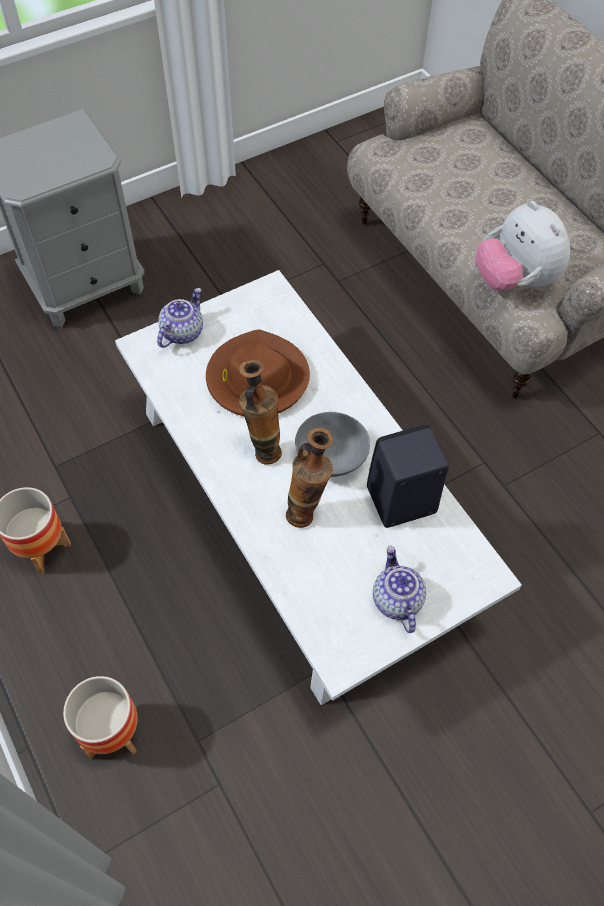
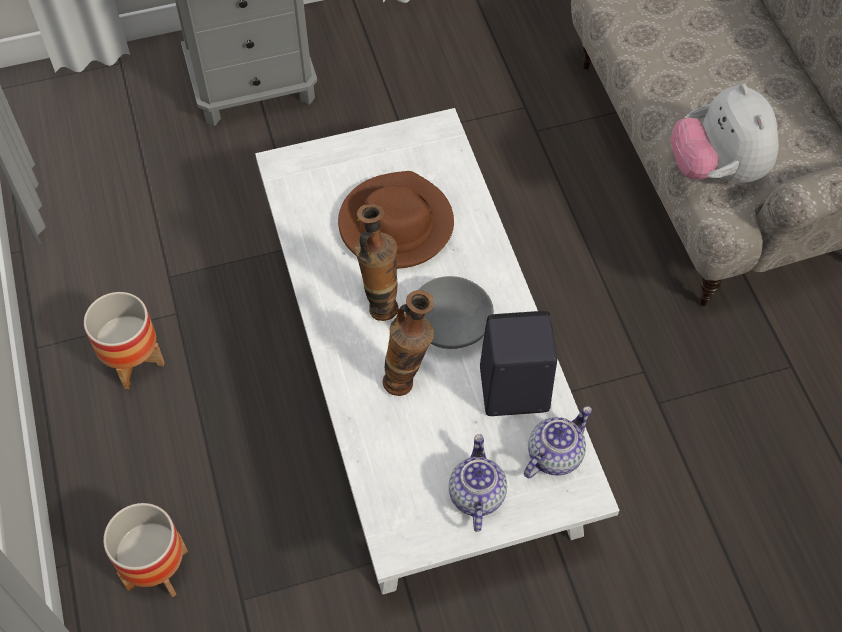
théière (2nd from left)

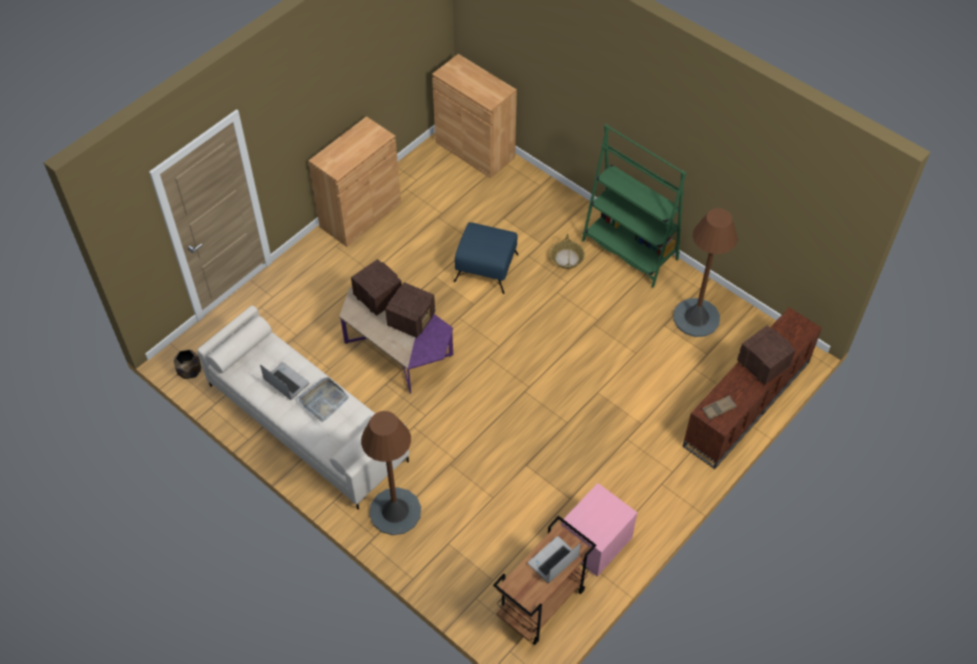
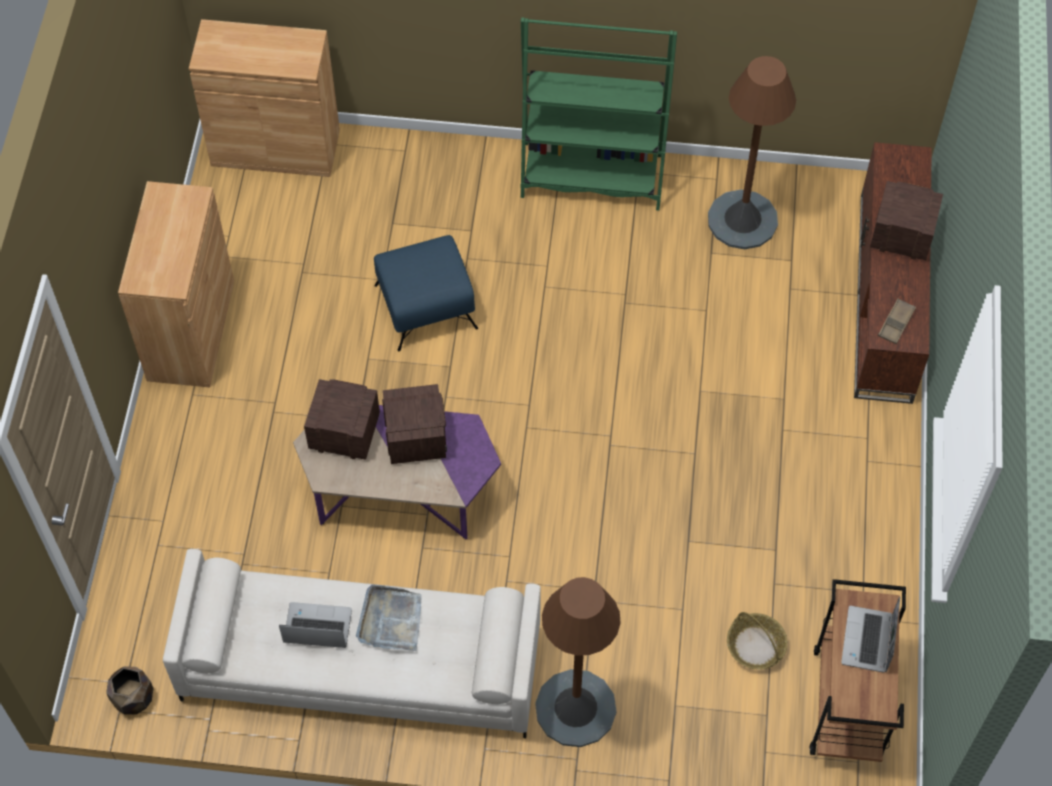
panier
table de chevet [rose]

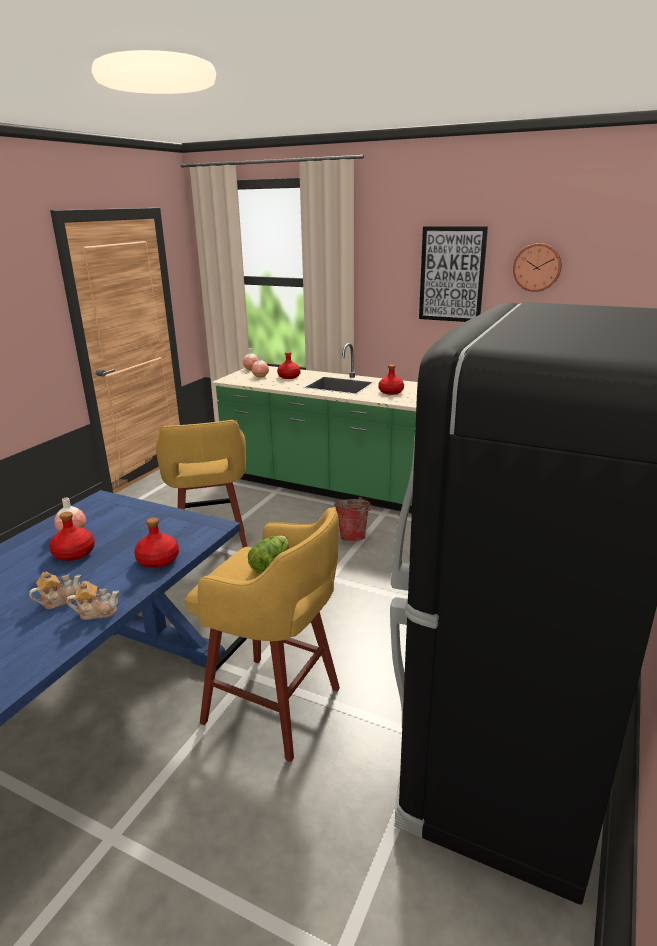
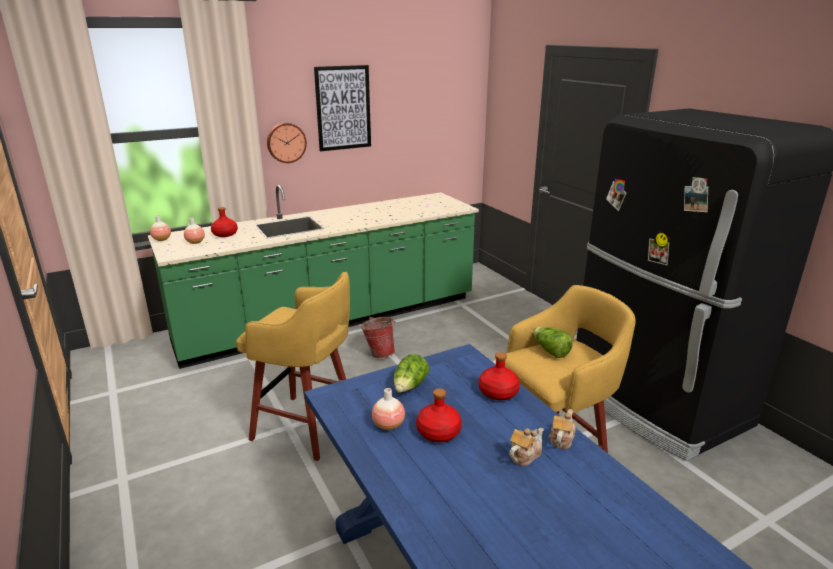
horloge murale
bouteille [rouge] (4th from left in the first image)
théière (1st from left)
laitue (1st from left)

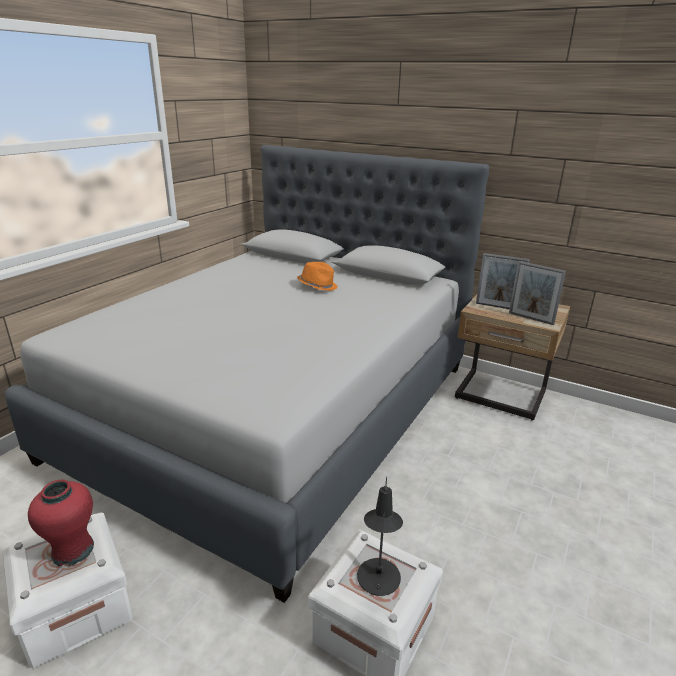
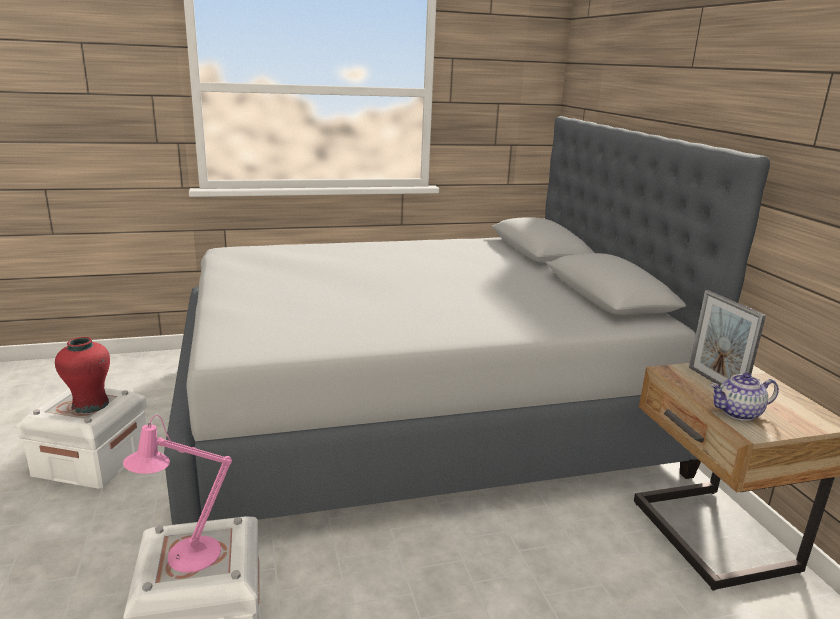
théière
chapeau [orange]
lampe de table [rose]

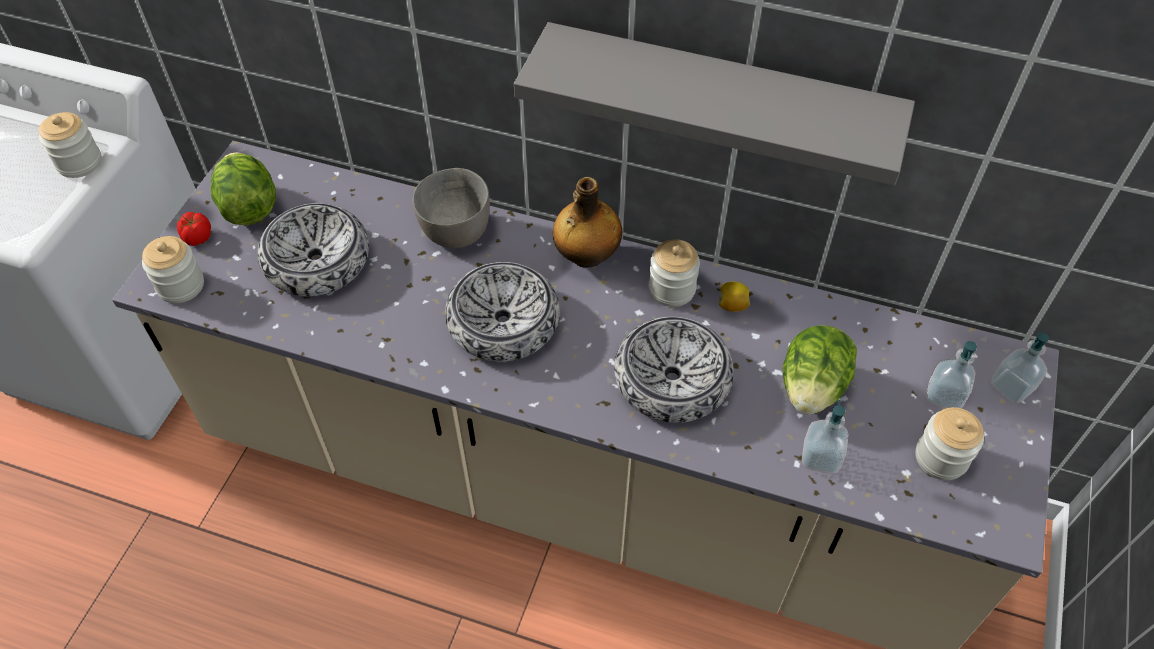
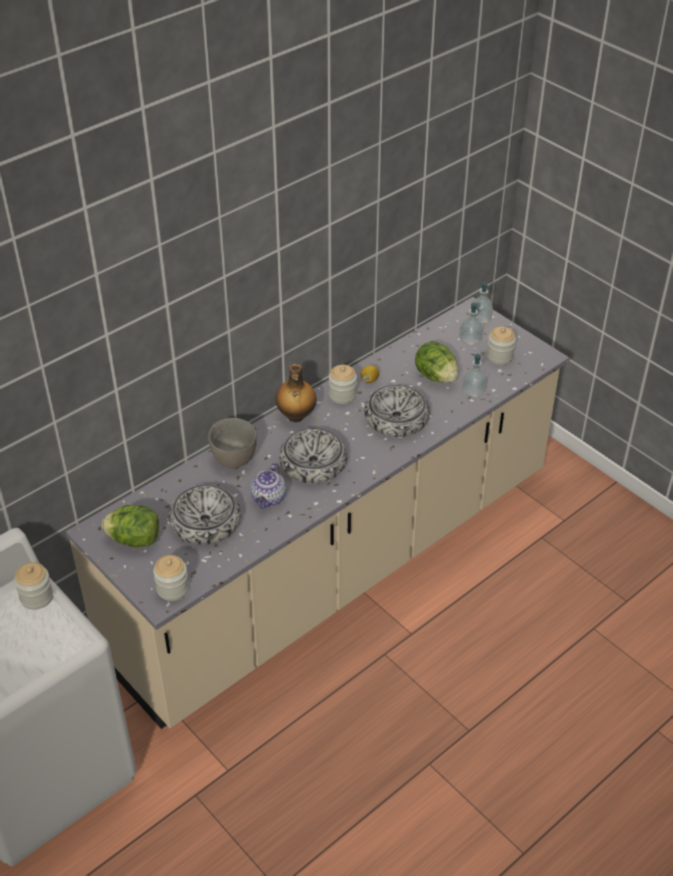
étagère [gris]
tomate
théière

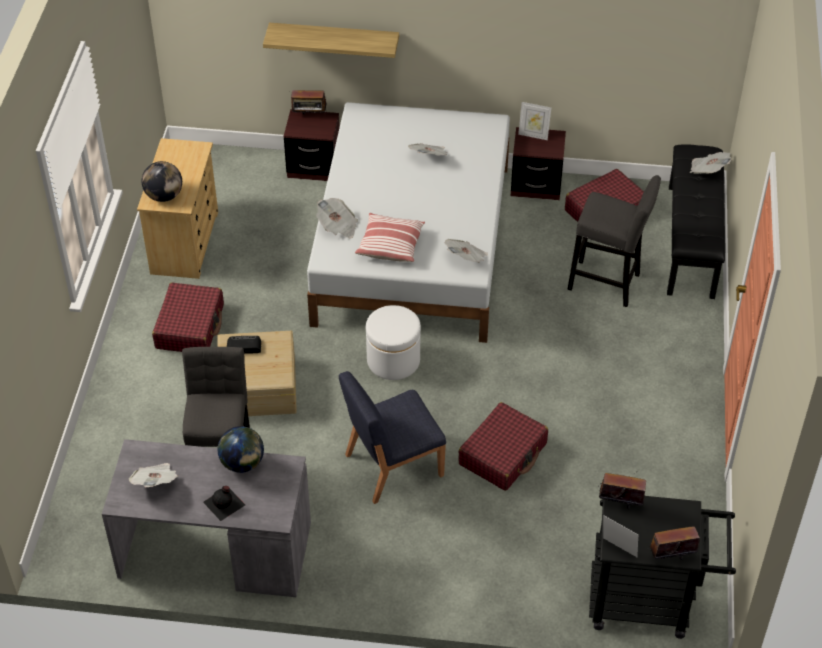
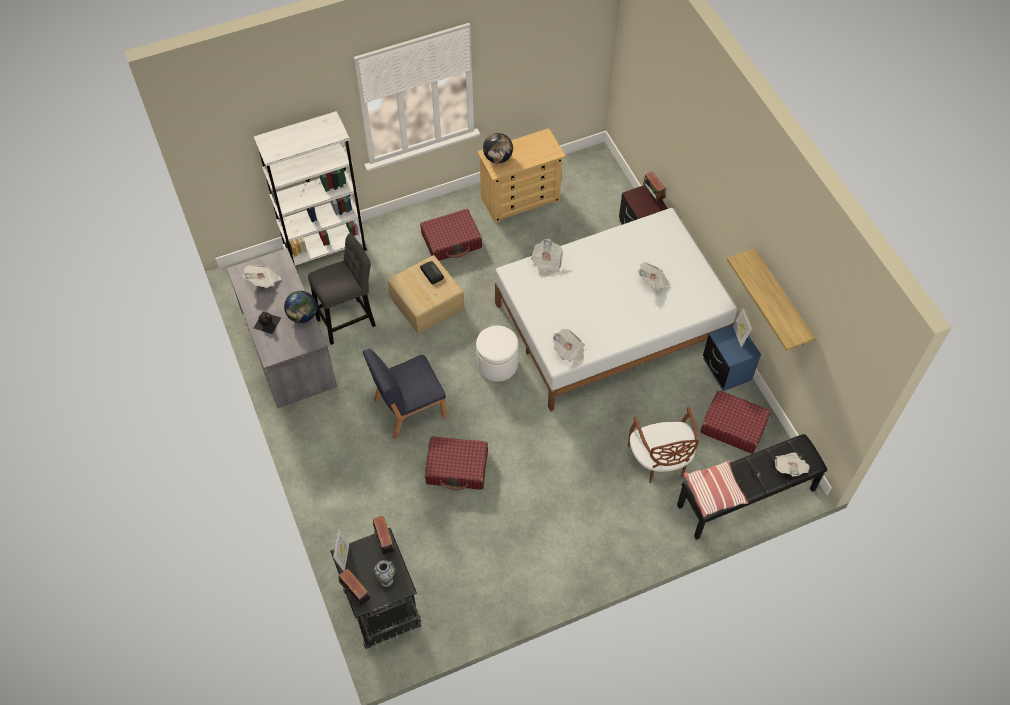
étagère
table de chevet [bleu]
chaise [marron]
coussin
chaise [bleu]
bibliothèque [blanc]
vase

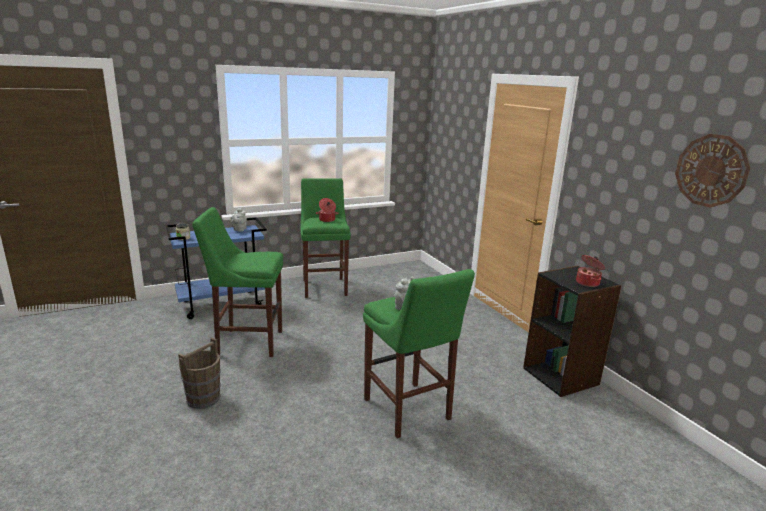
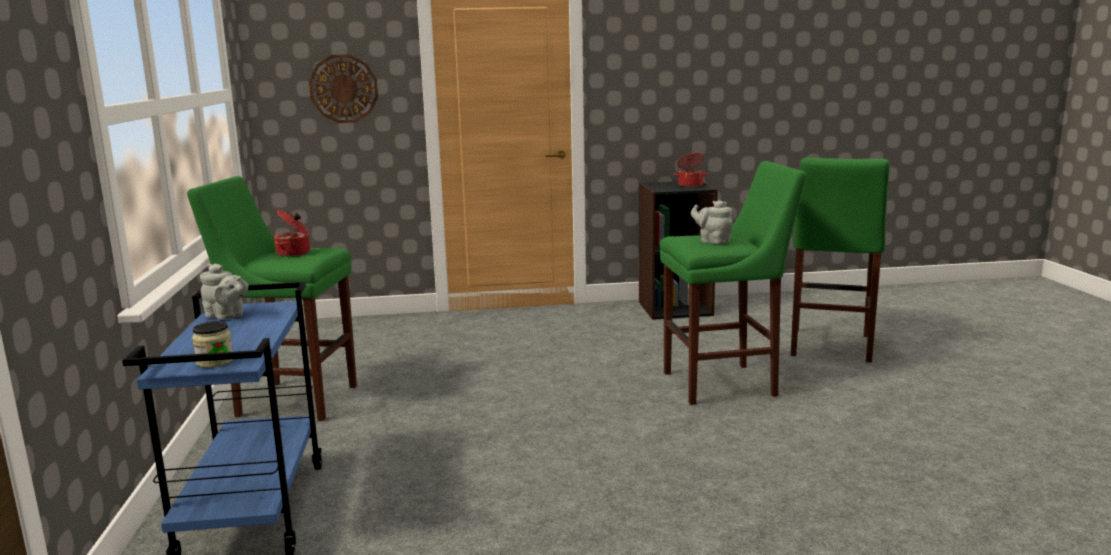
horloge murale
tabouret [vert] (3rd from left)
seau [marron]

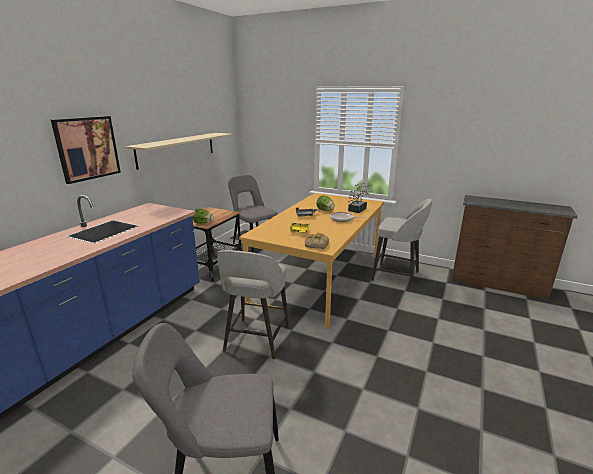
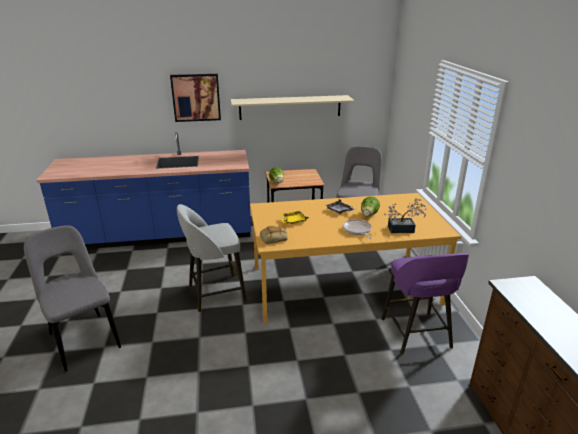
tabouret [violet]

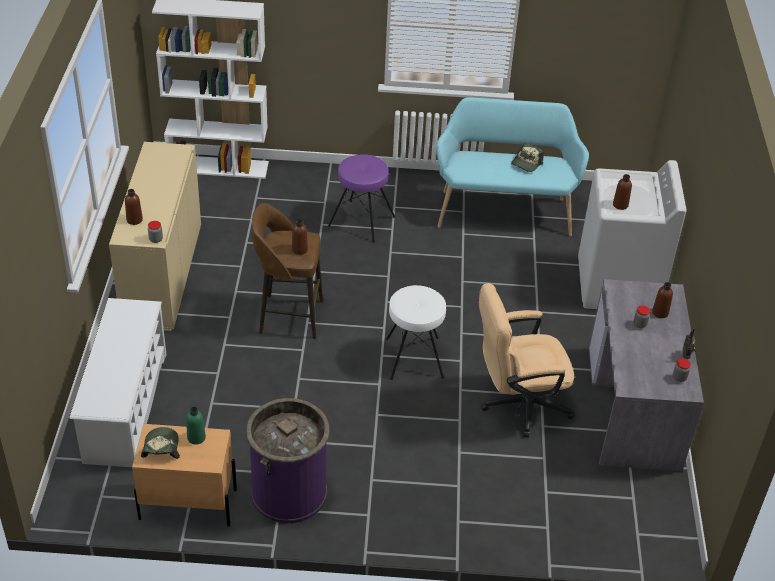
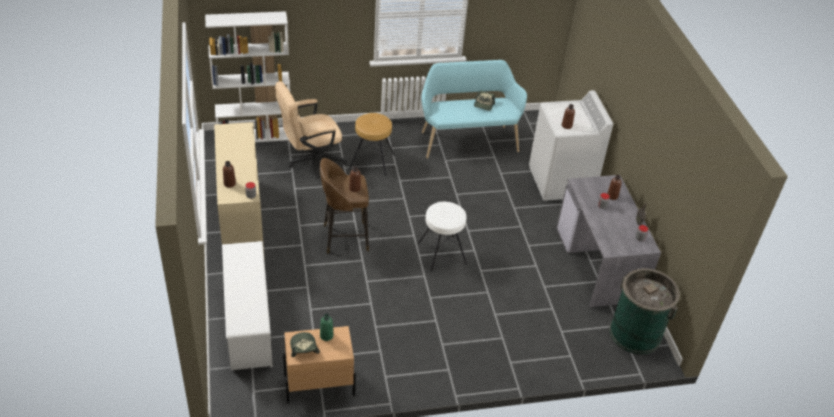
tabouret [marron] (2nd from left)
chaise de bureau [beige]
poubelle [violet]
poubelle [vert]

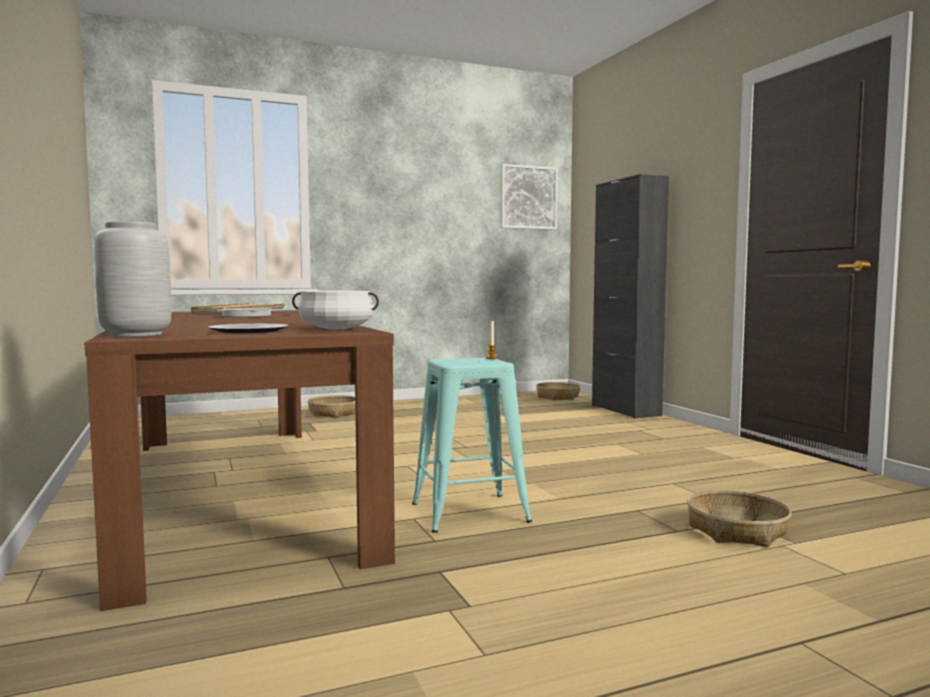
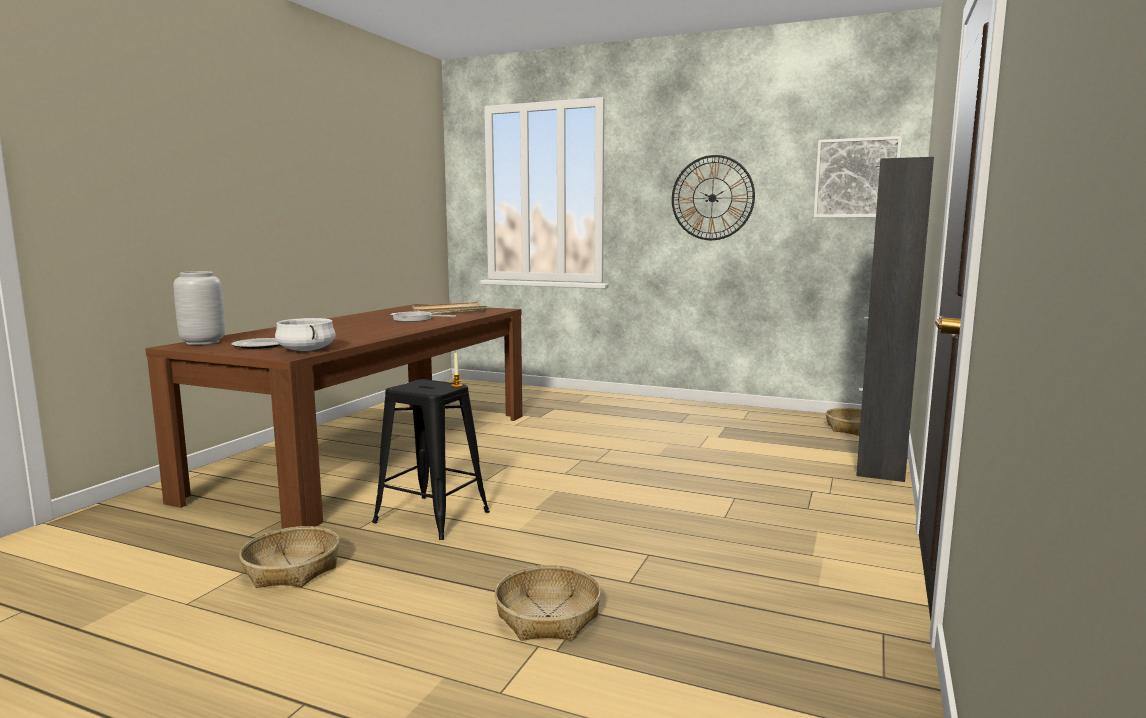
tabouret [noir]
panier (1st from left)
horloge murale

